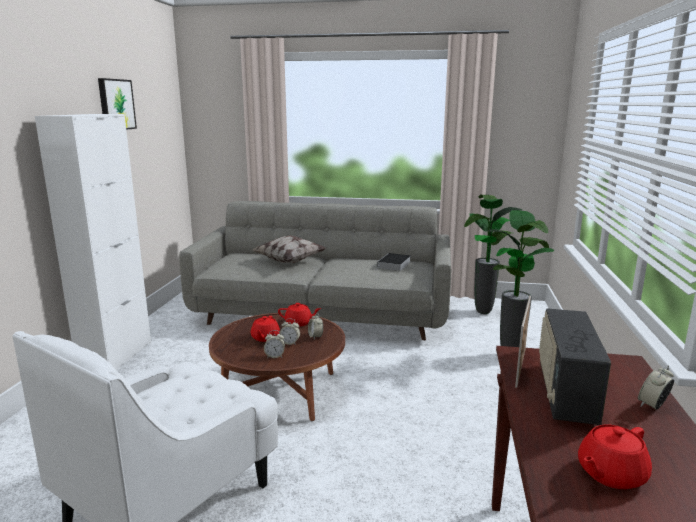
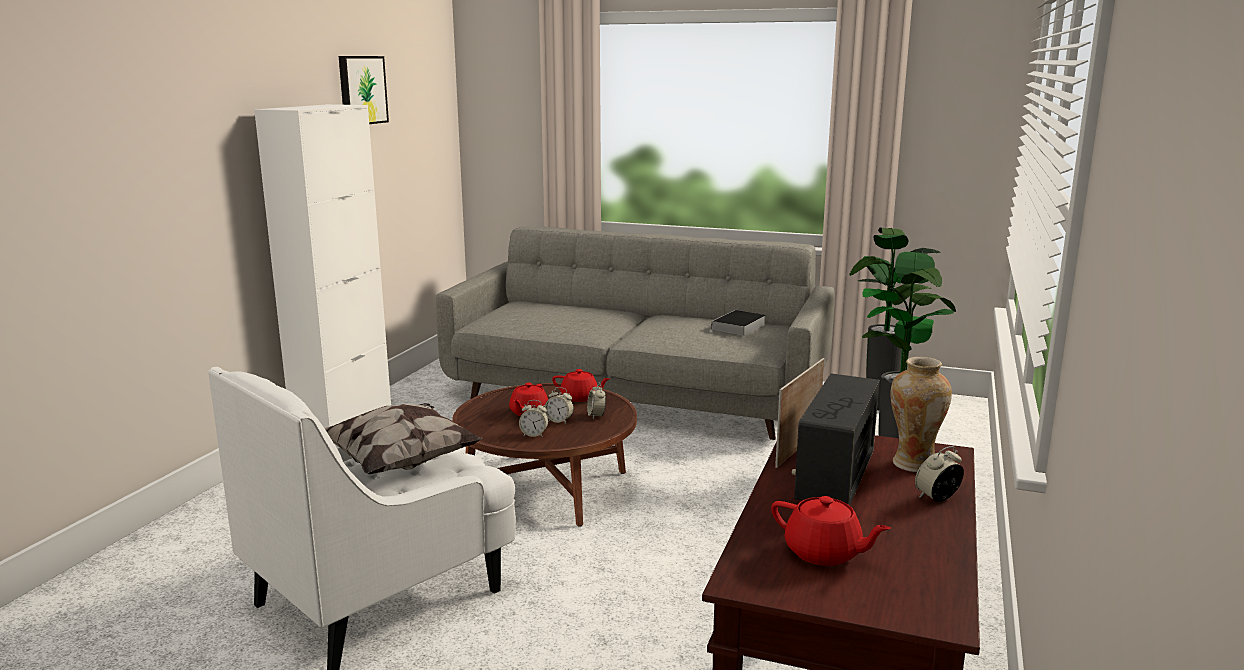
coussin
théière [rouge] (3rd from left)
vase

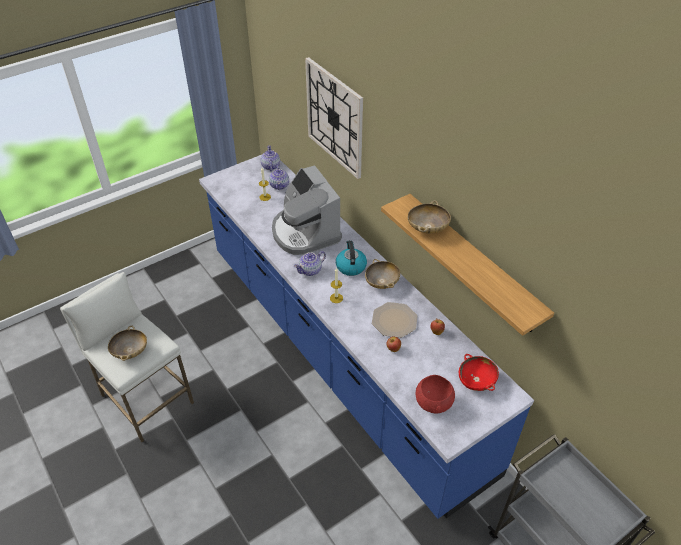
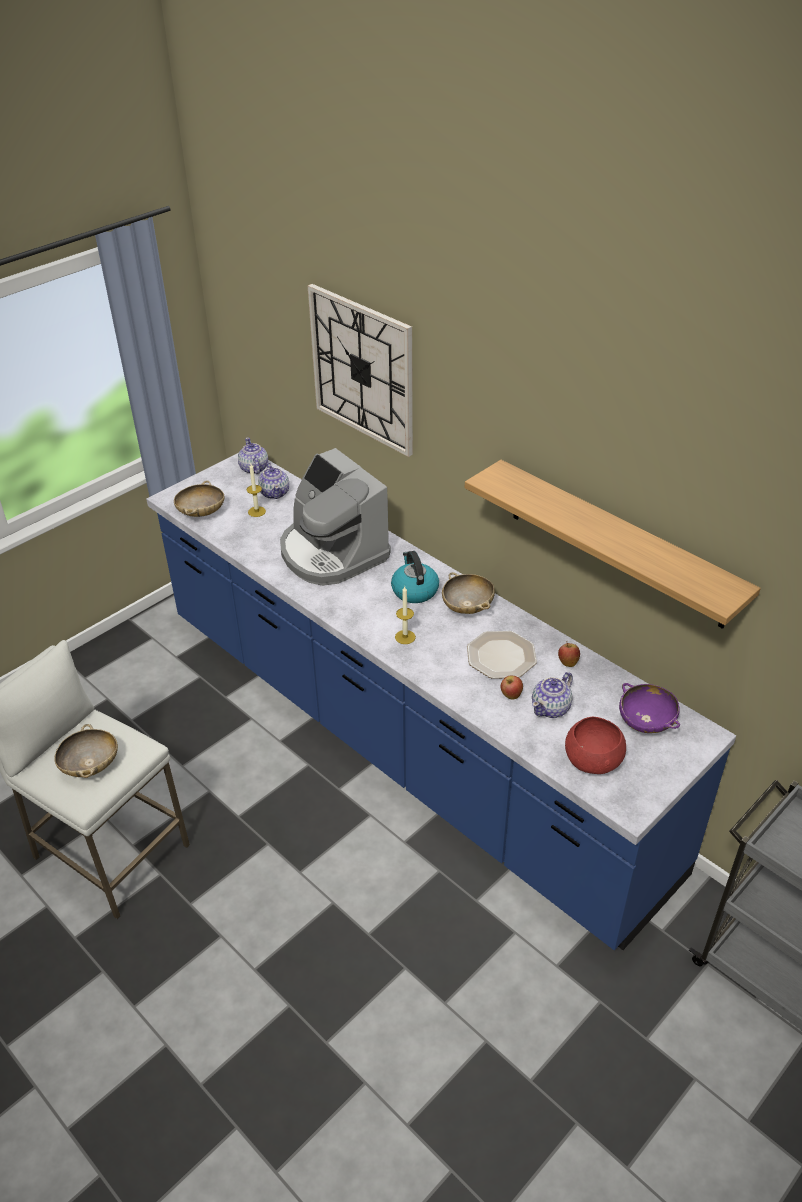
bol [beige] (2nd from left)
théière (3rd from left)
bol [violet]

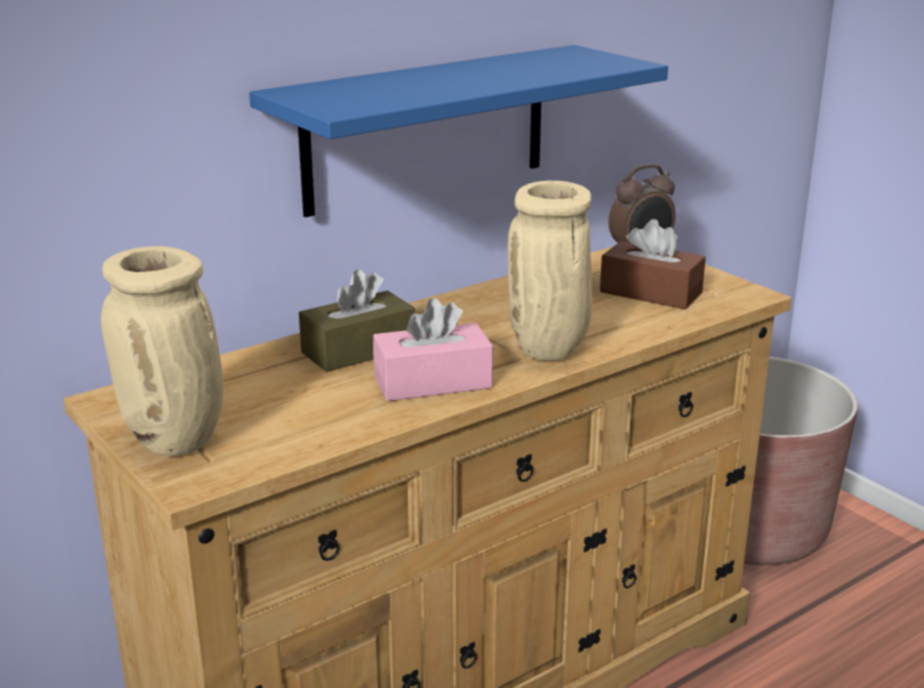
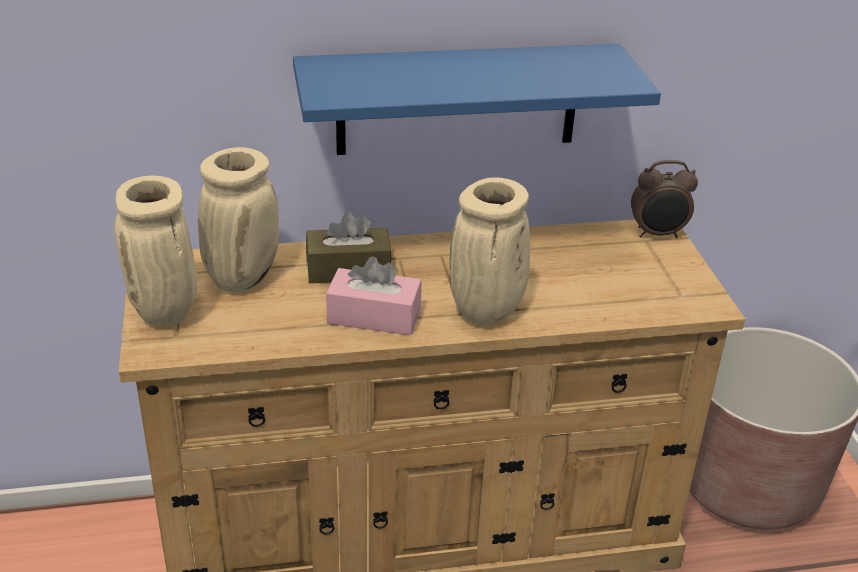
boîte à mouchoirs [marron] (2nd from left in the first image)
vase [beige] (2nd from left)

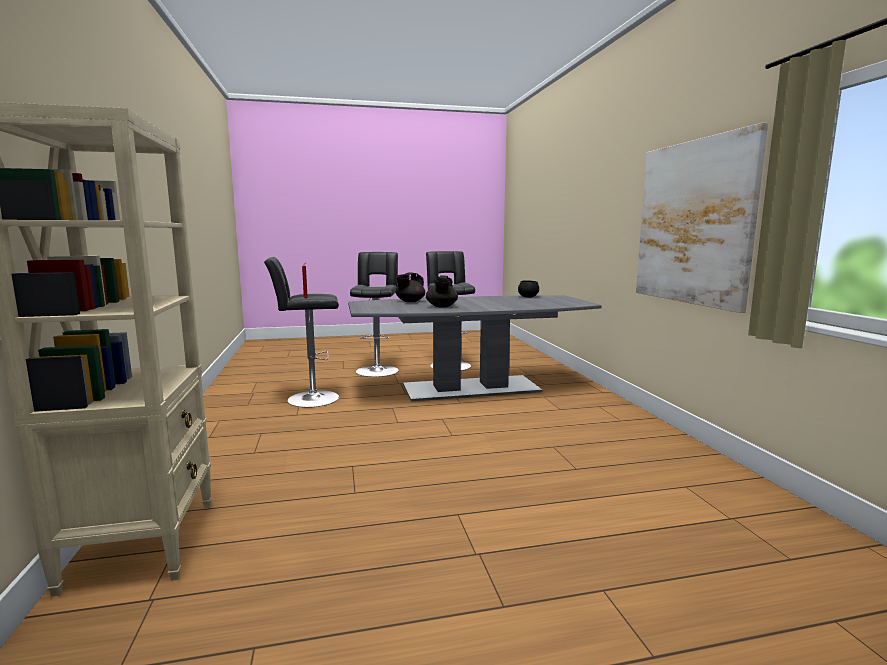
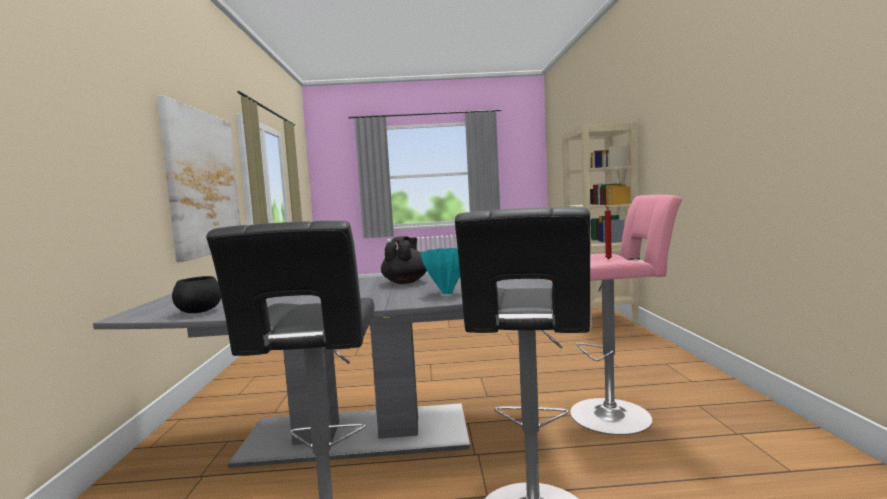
tabouret [rose]
vase [turquoise]

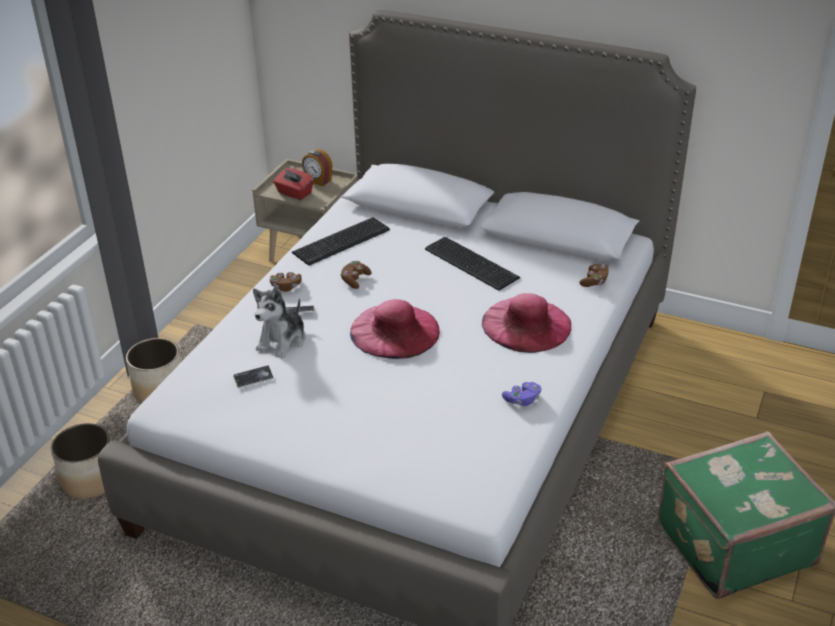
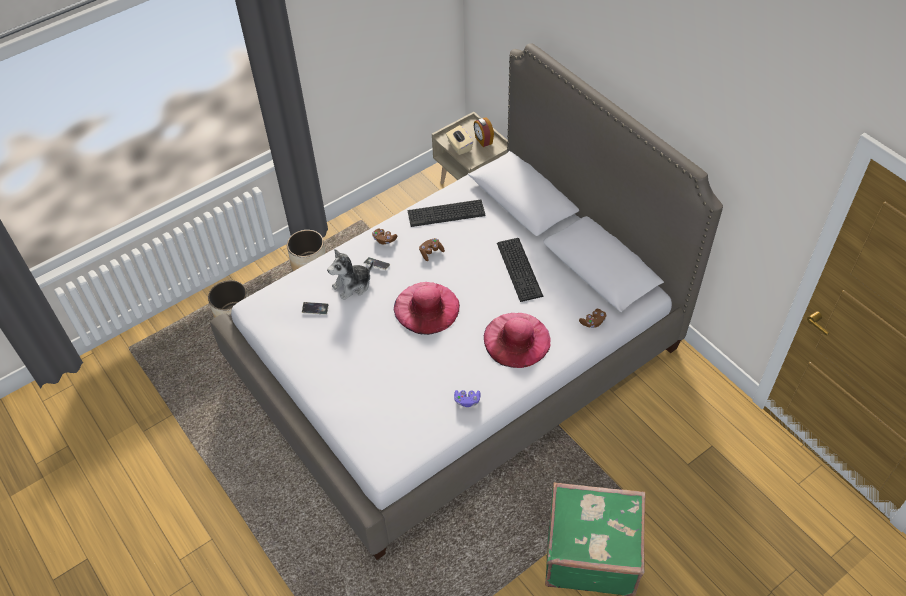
boîte à mouchoirs [beige]

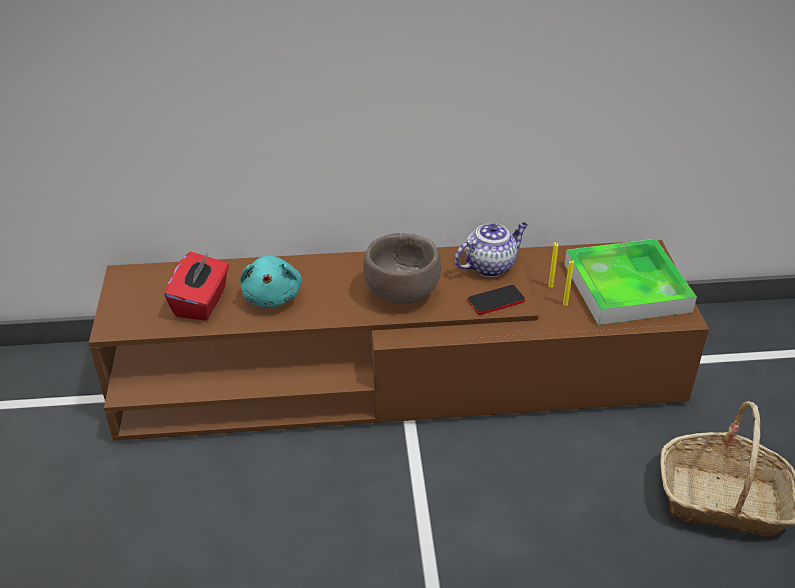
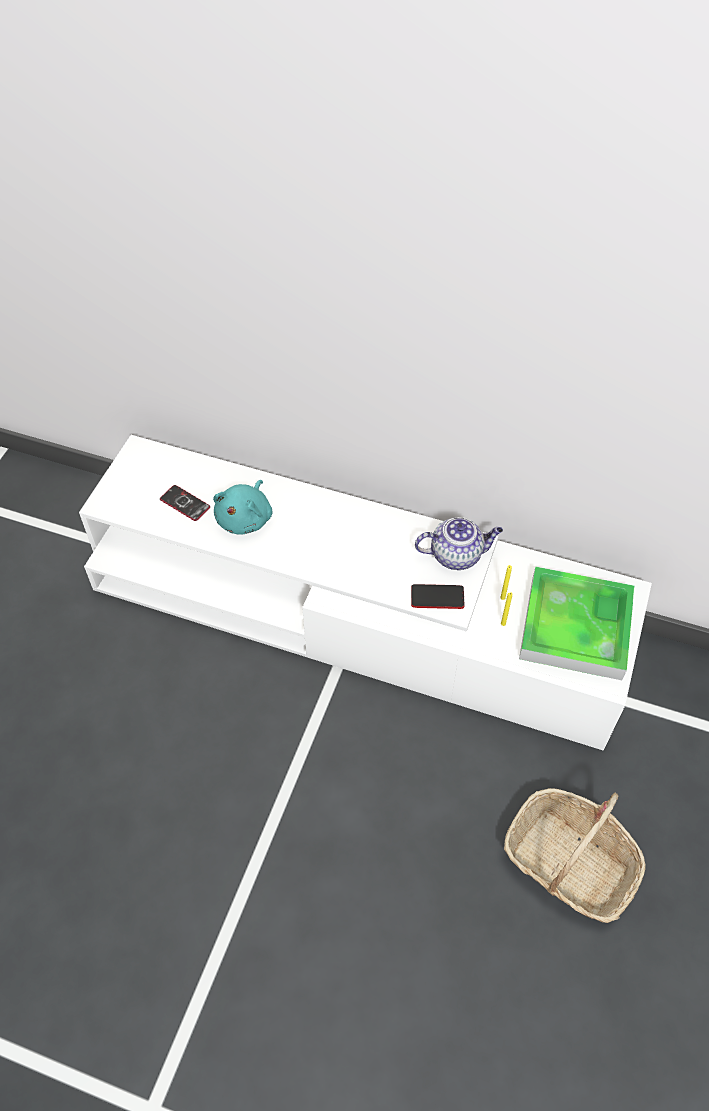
bol [marron]
meuble télé [blanc]
téléphone (1st from left)

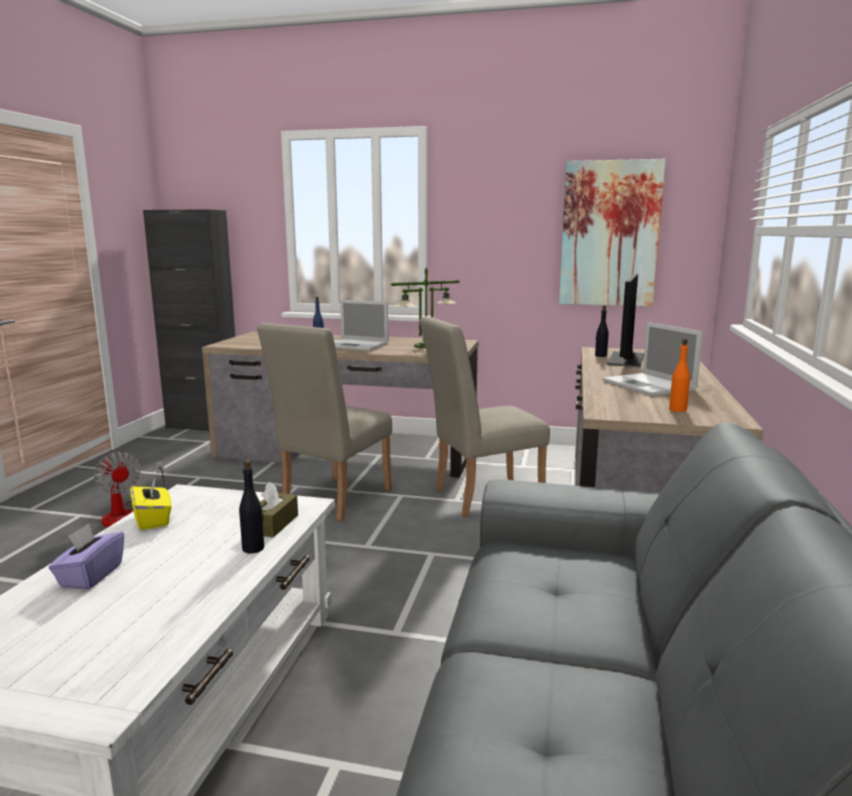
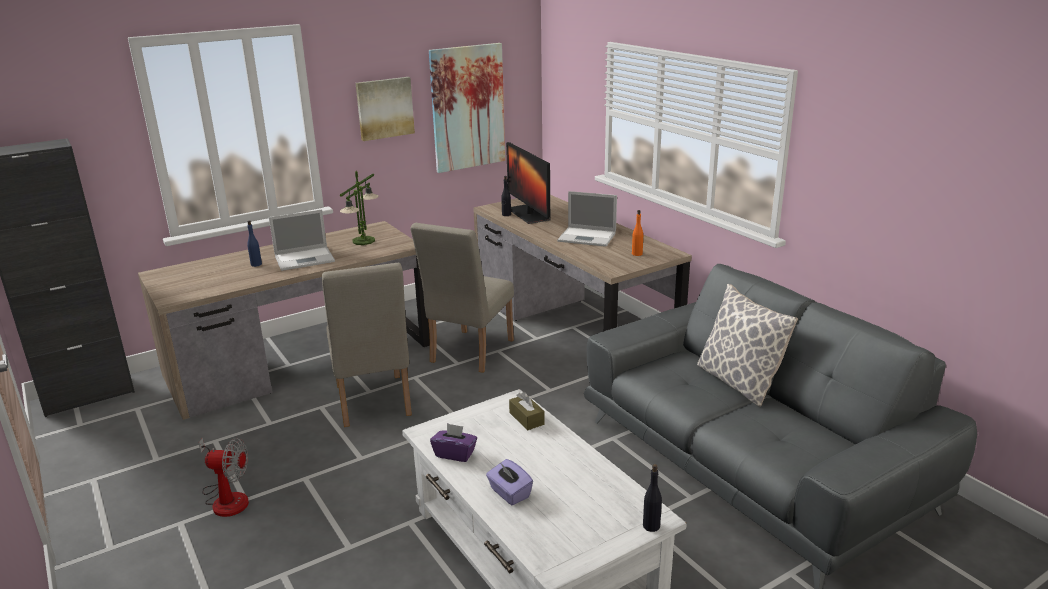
bouteille [noir] (2nd from left)
boîte à mouchoirs [violet] (1st from left)
tableau (1st from left)
coussin

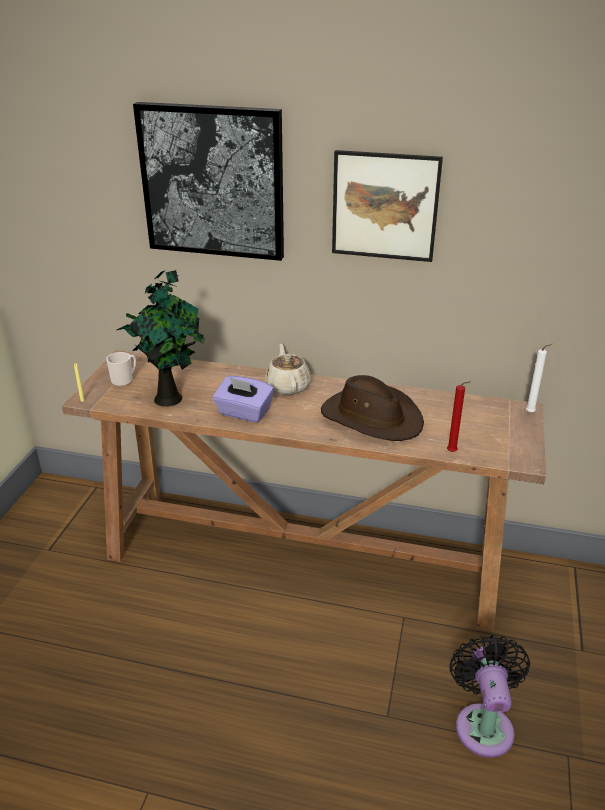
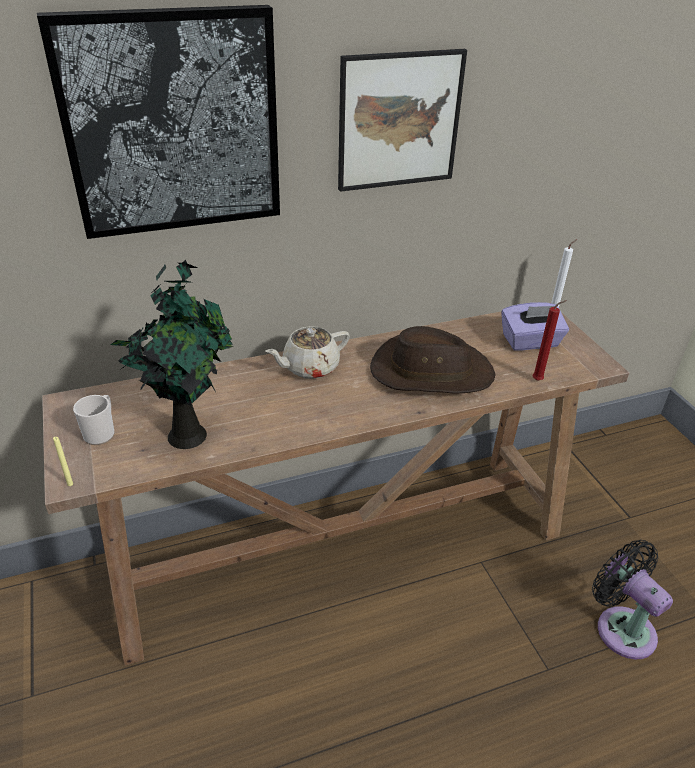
théière [beige]
boîte à mouchoirs [violet]

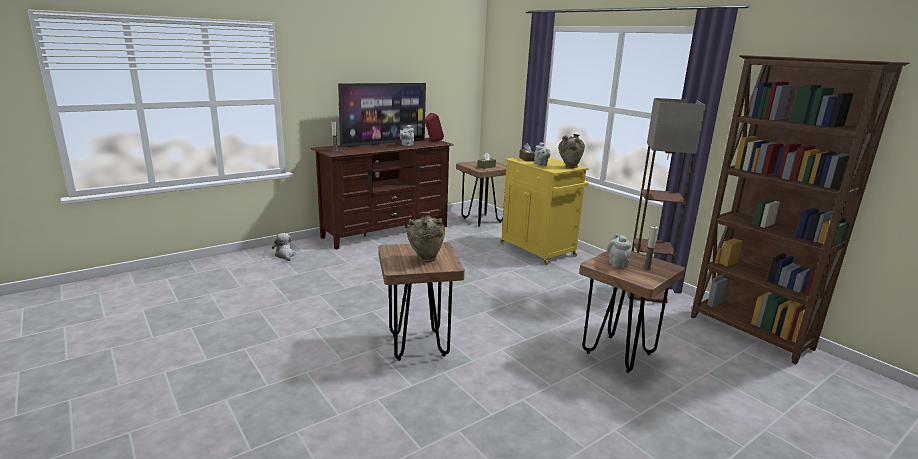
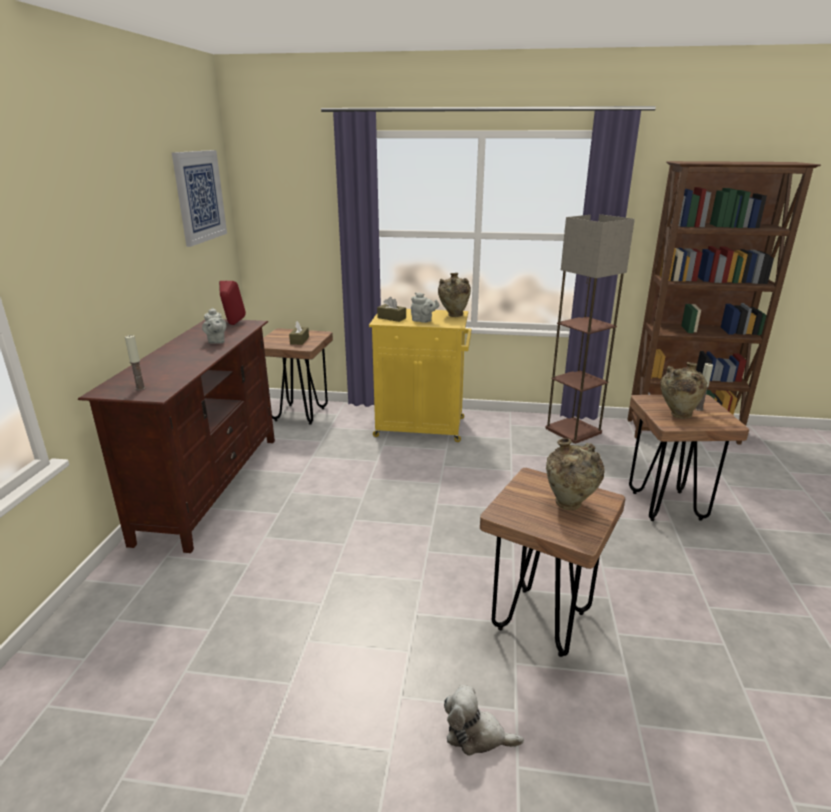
téléviseur
peluche
vase [beige] (3rd from left)
tableau

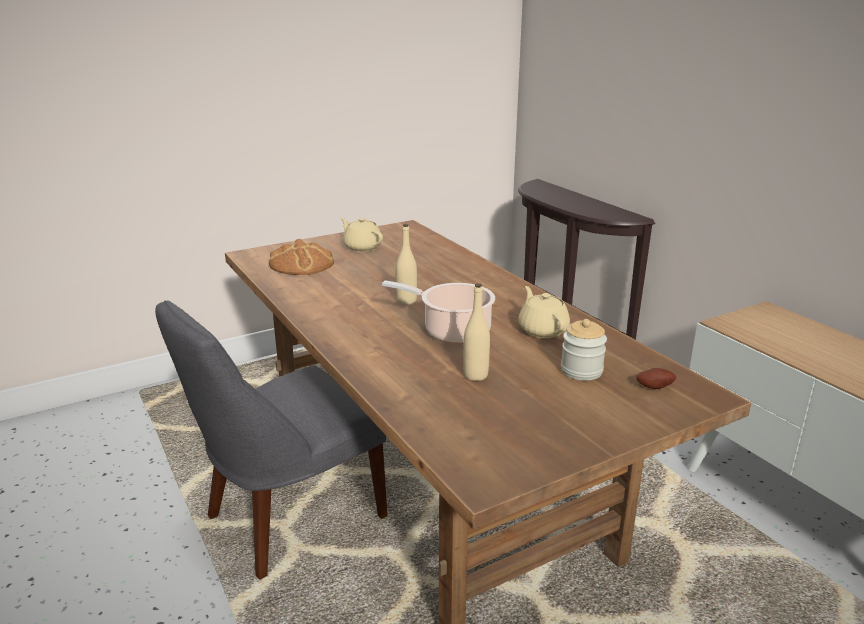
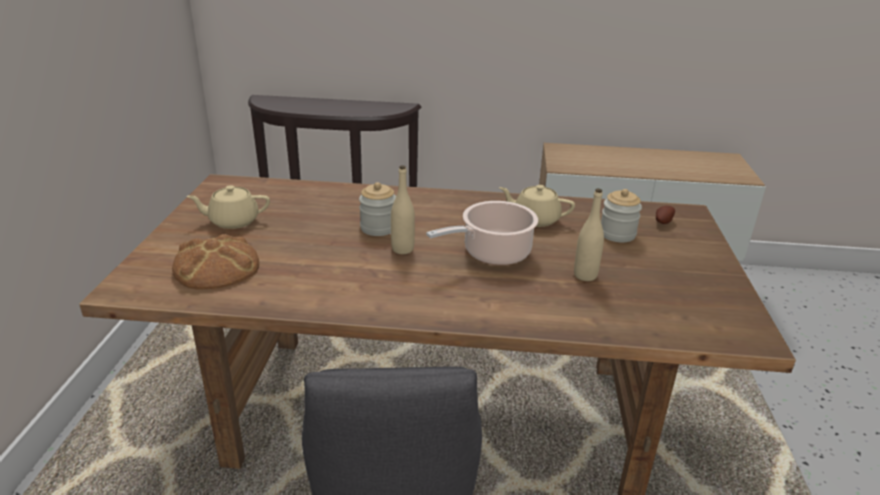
bocal (1st from left)

